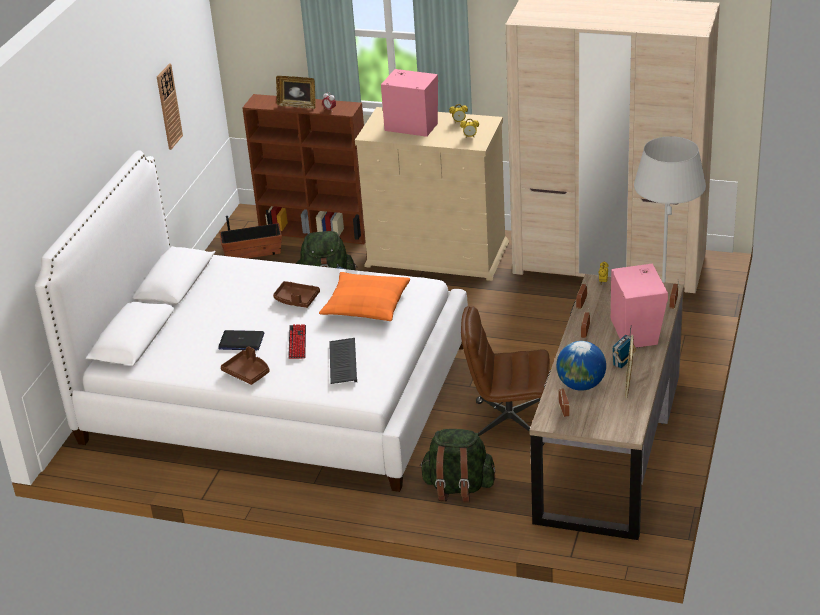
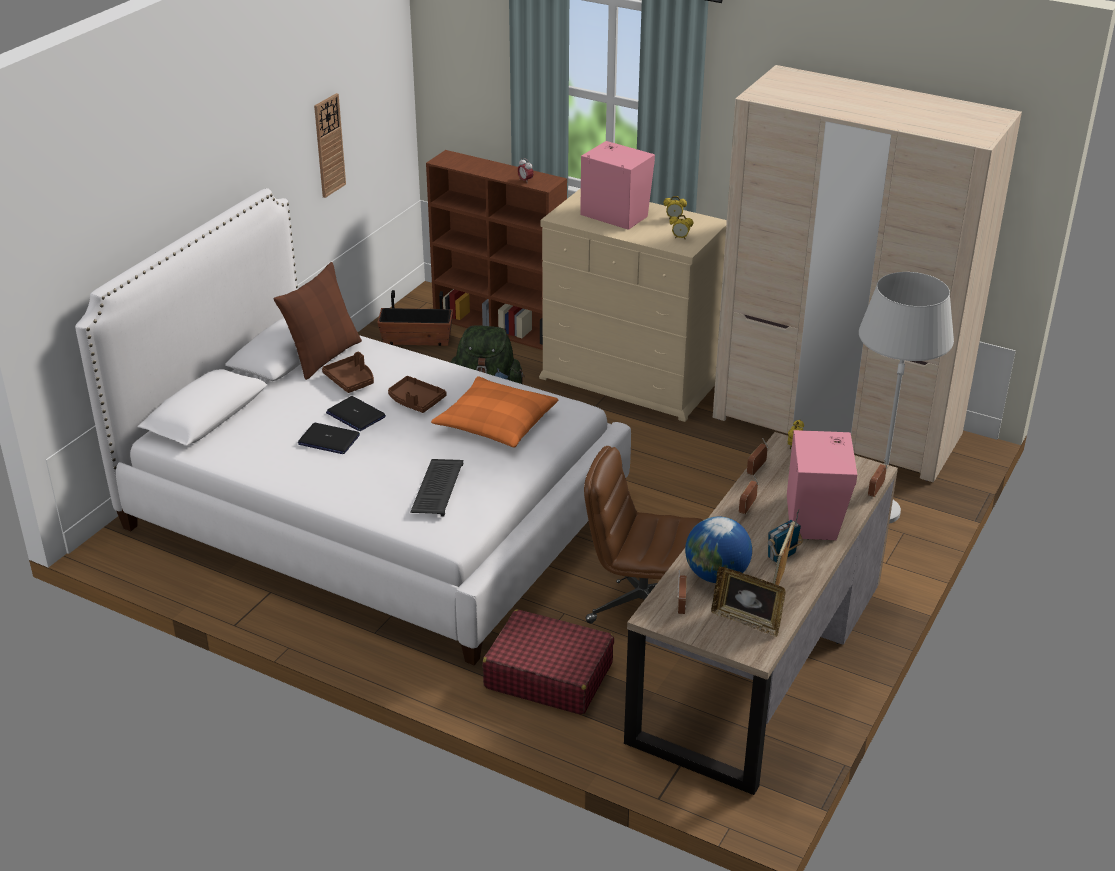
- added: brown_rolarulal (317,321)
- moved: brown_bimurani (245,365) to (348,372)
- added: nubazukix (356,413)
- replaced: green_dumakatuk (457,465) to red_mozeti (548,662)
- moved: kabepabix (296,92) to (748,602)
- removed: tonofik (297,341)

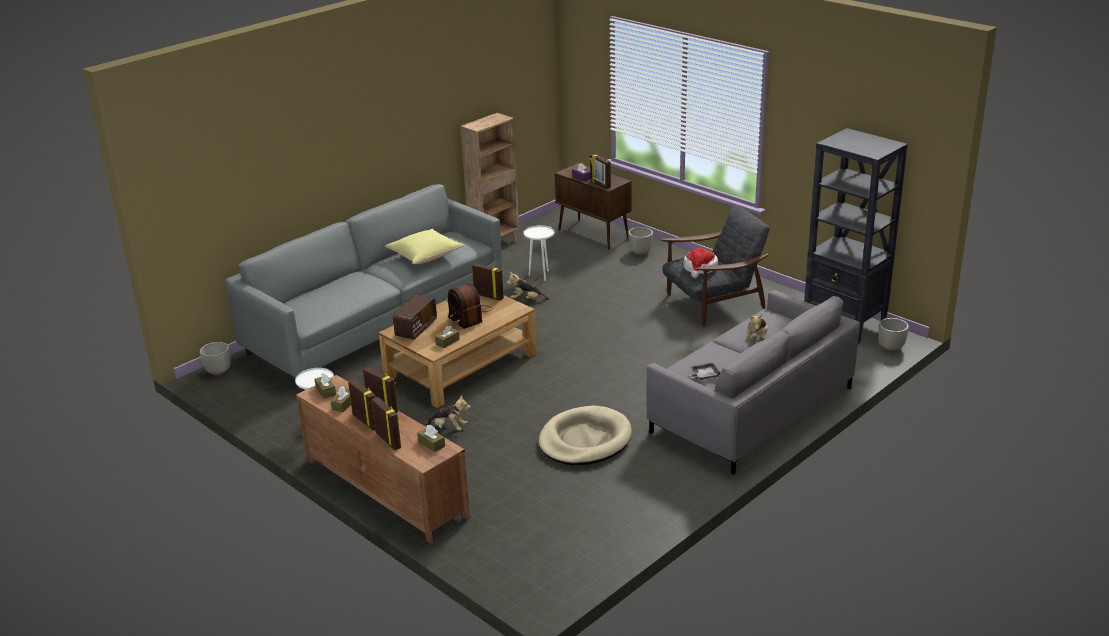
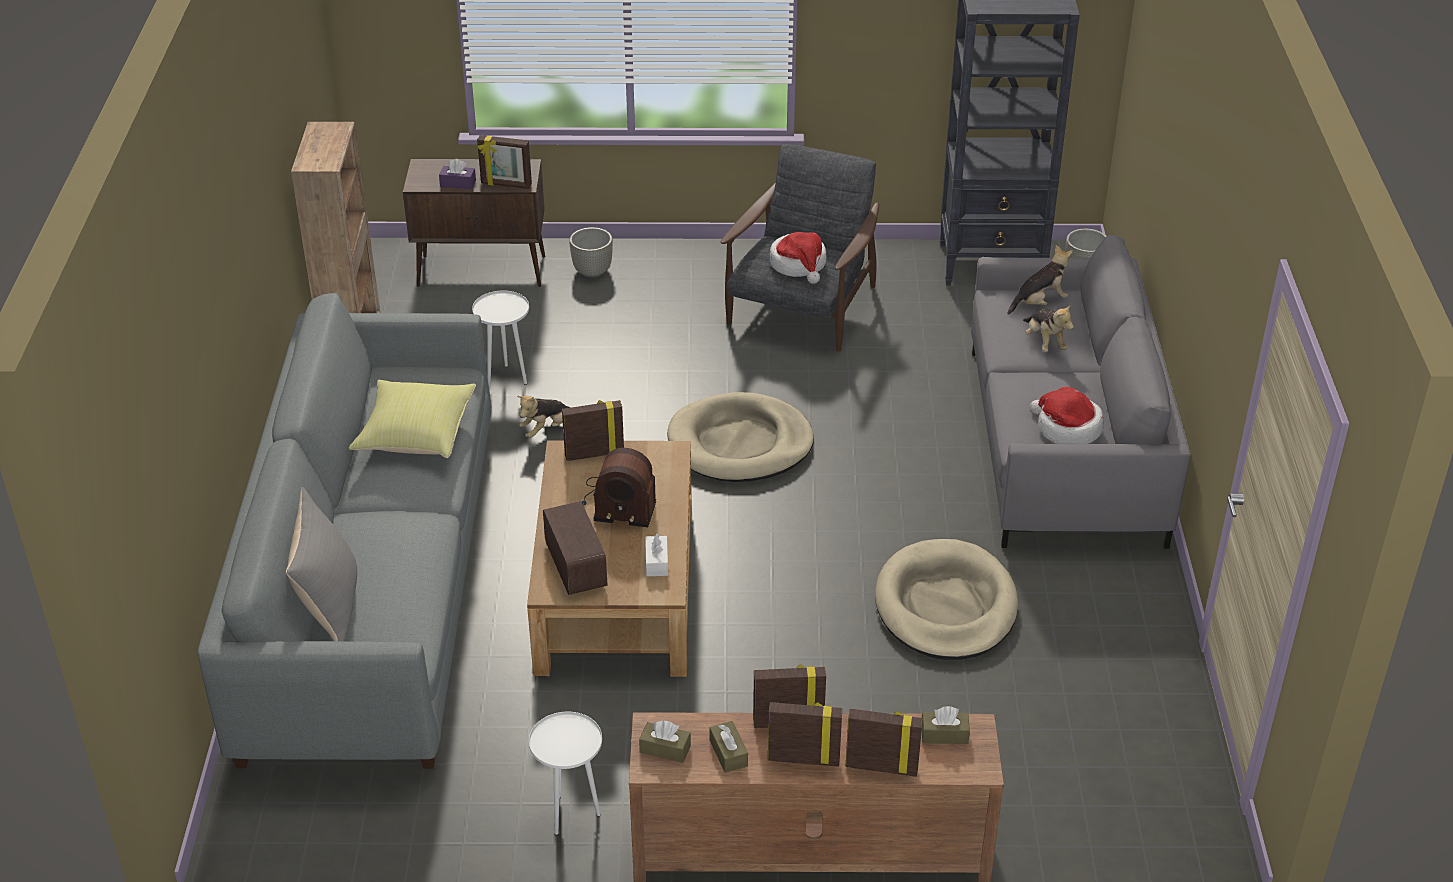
- added: grey_rolarulal (321,564)
- recoloured: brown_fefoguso (447,336) to white_fefoguso (656,555)
- added: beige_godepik (740,437)
- moved: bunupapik (447,413) to (1040,280)
- replaced: grey_bimurani (704,371) to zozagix (1067,415)
- removed: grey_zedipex (215,359)

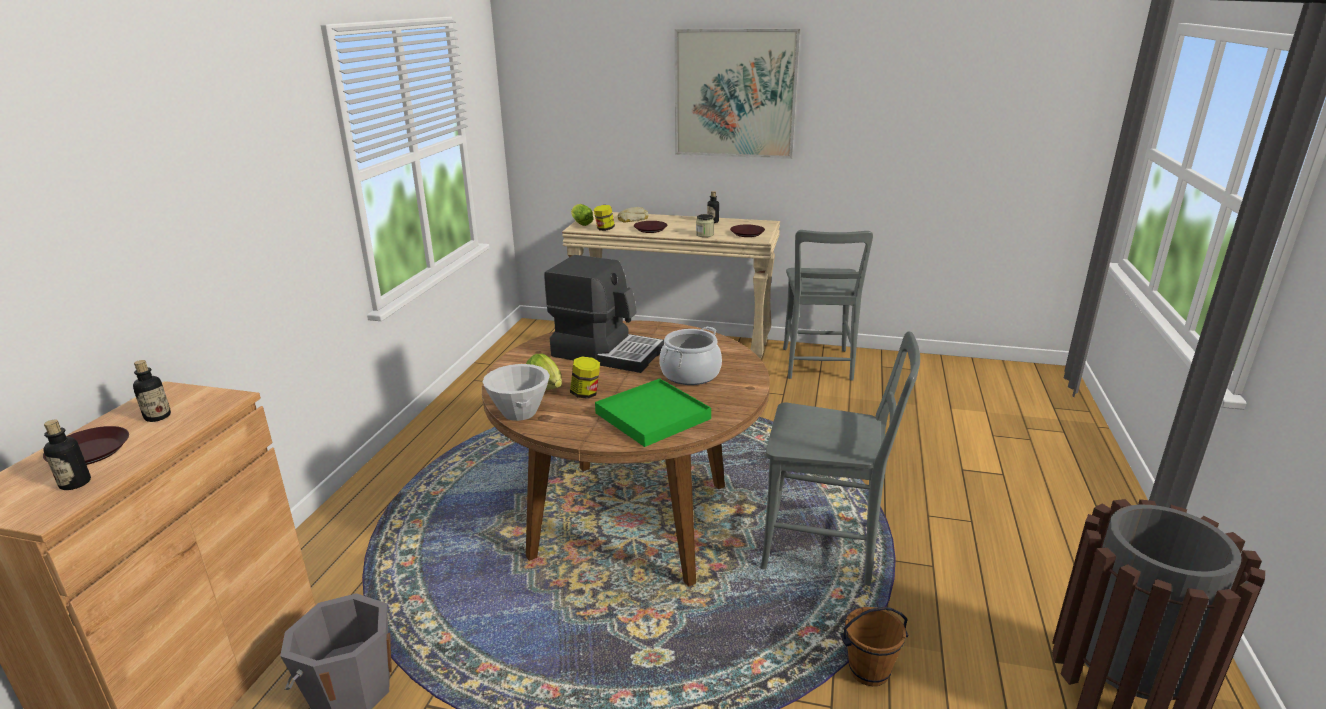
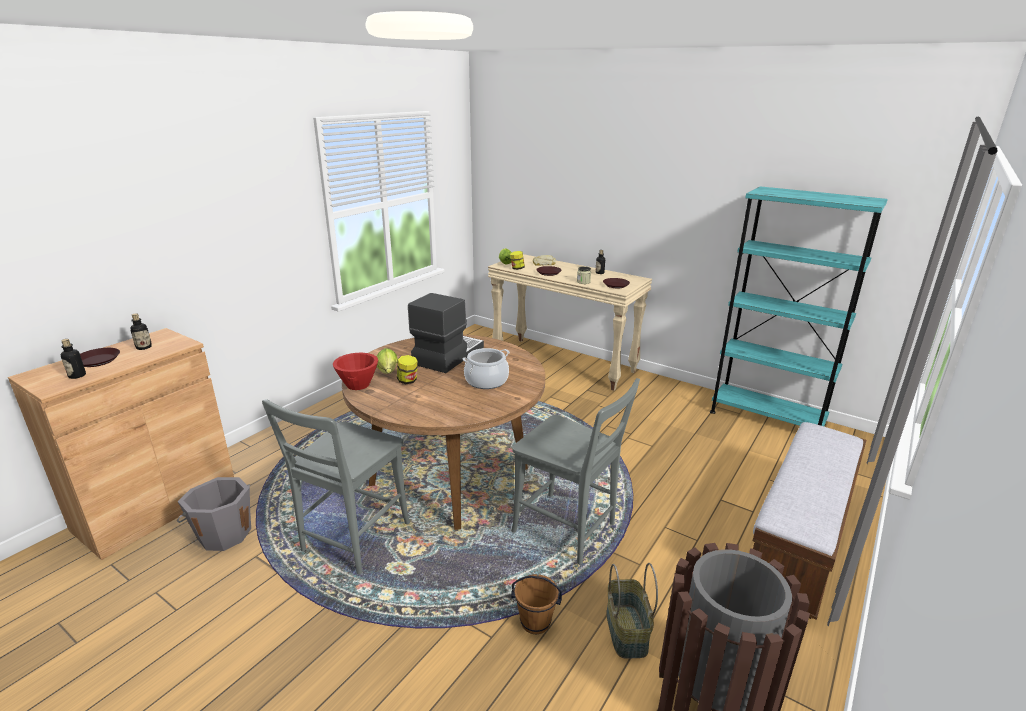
- moved: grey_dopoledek (828,305) to (336,486)
- recoloured: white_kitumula (516,392) to red_kitumula (355,371)
- turned: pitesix (604,314) = (446,333) 105 degrees counterclockwise
- added: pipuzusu (632,611)
- added: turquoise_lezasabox (799,306)
- added: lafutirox (809,521)
- removed: green_bimurani (653,413)
- removed: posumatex (737,94)

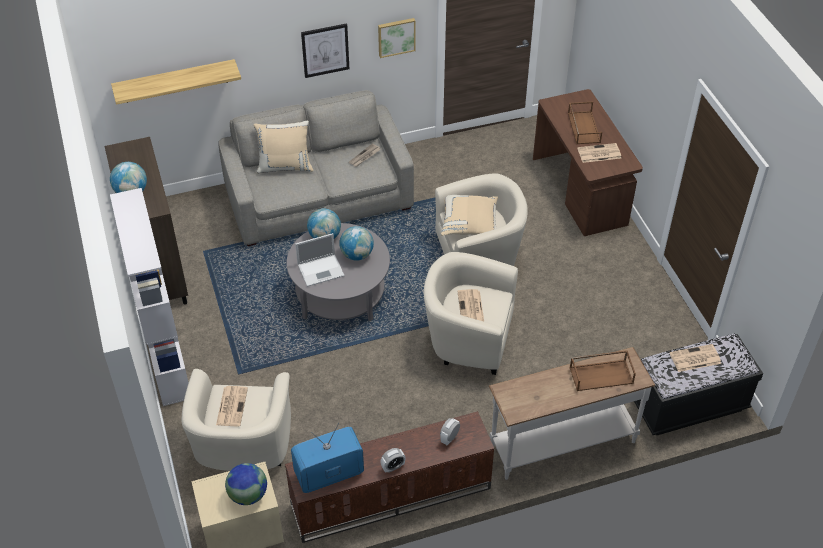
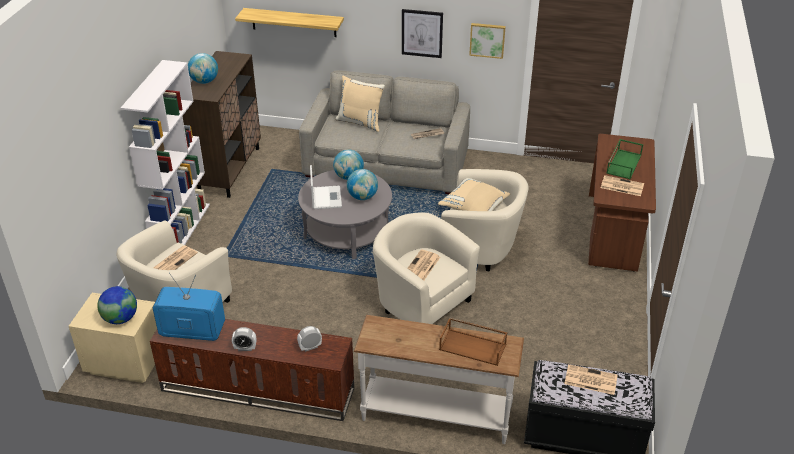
- turned: nubazukix (320,260) = (326,187) 105 degrees counterclockwise
- recoloured: brown_bimurani (585,123) to green_bimurani (624,159)

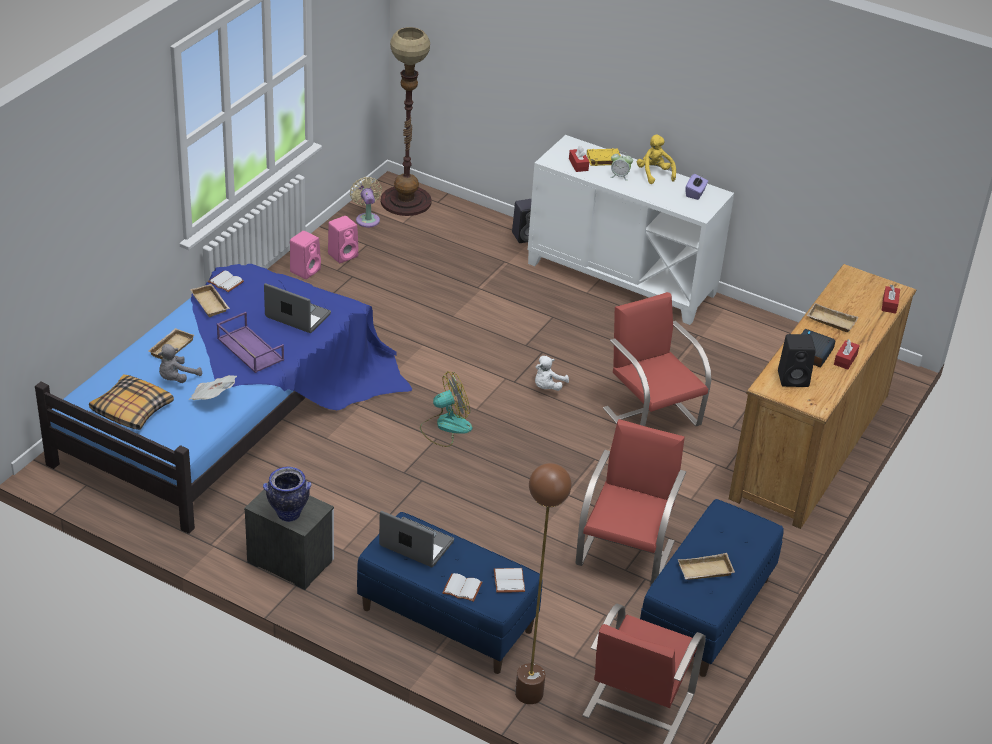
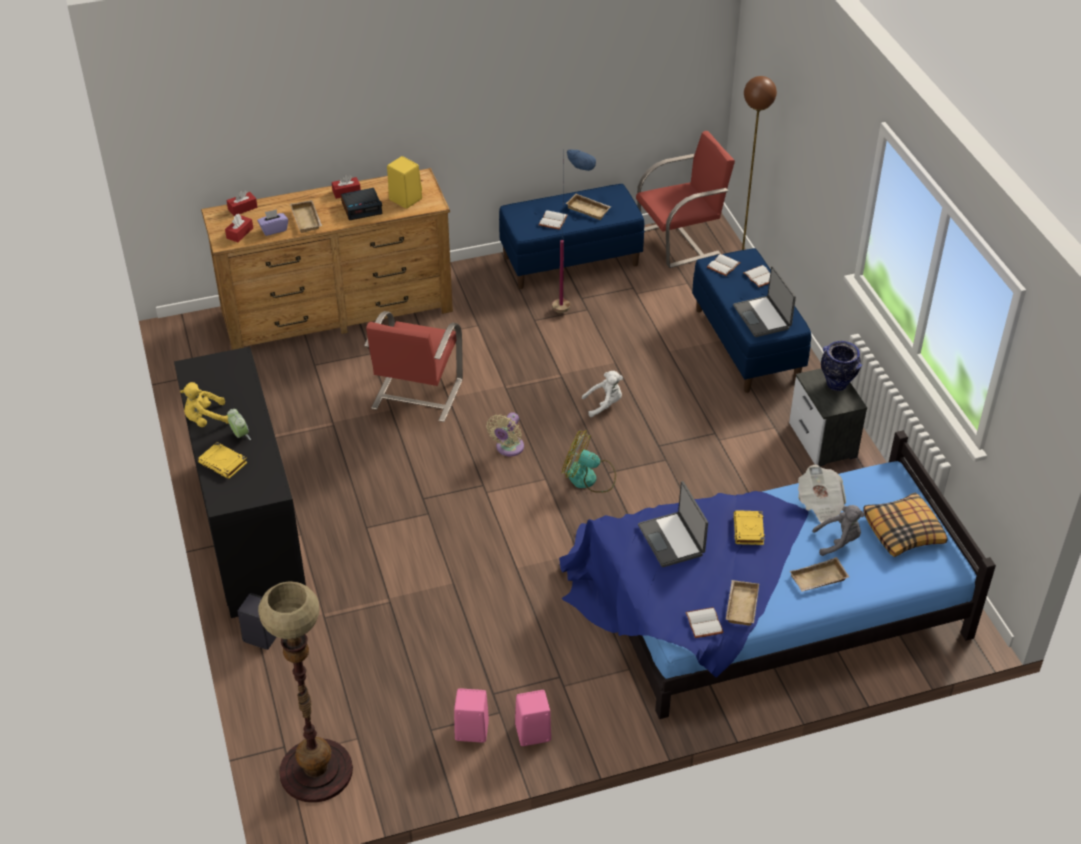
- recoloured: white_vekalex (631,230) to black_vekalex (240,482)
- turned: yellow_bunupapik (656,159) = (204,404) 45 degrees clockwise
- moved: red_fefoguso (579,159) to (239,228)
- moved: purple_fefoguso (697,187) to (272,222)
- recoloured: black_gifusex (797,360) to yellow_gifusex (404,182)
- moved: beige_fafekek (366,202) to (505,434)
- added: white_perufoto (553,220)
- replaced: red_dopoledek (631,502) to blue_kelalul (574,231)
- moved: white_bunupapik (552,373) to (602,394)
- replaced: purple_bimurani (250,342) to yellow_perufoto (749,527)

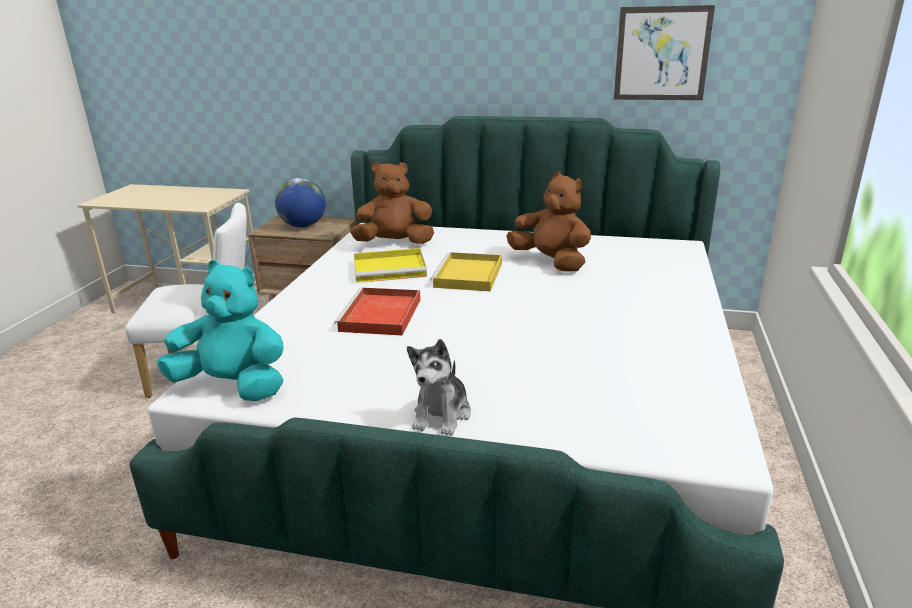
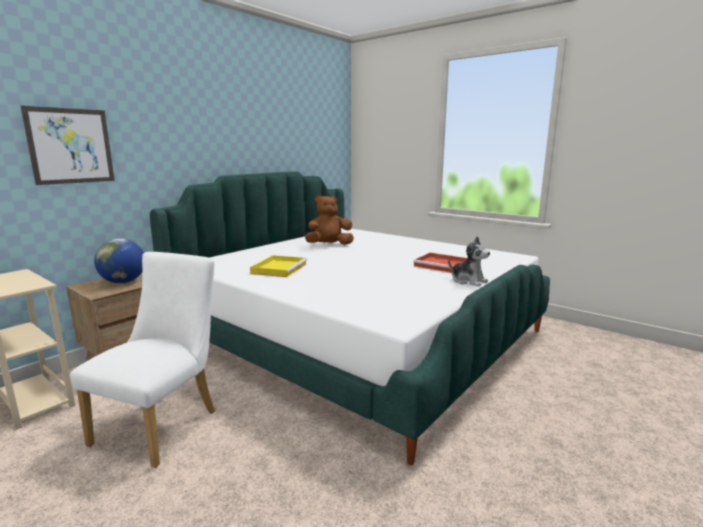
- moved: posumatex (664,52) to (68,145)
- moved: red_bimurani (377,311) to (440,263)
- removed: turquoise_bunupapik (220,330)
- removed: brown_bunupapik (392,203)
- removed: yellow_bimurani (466,272)

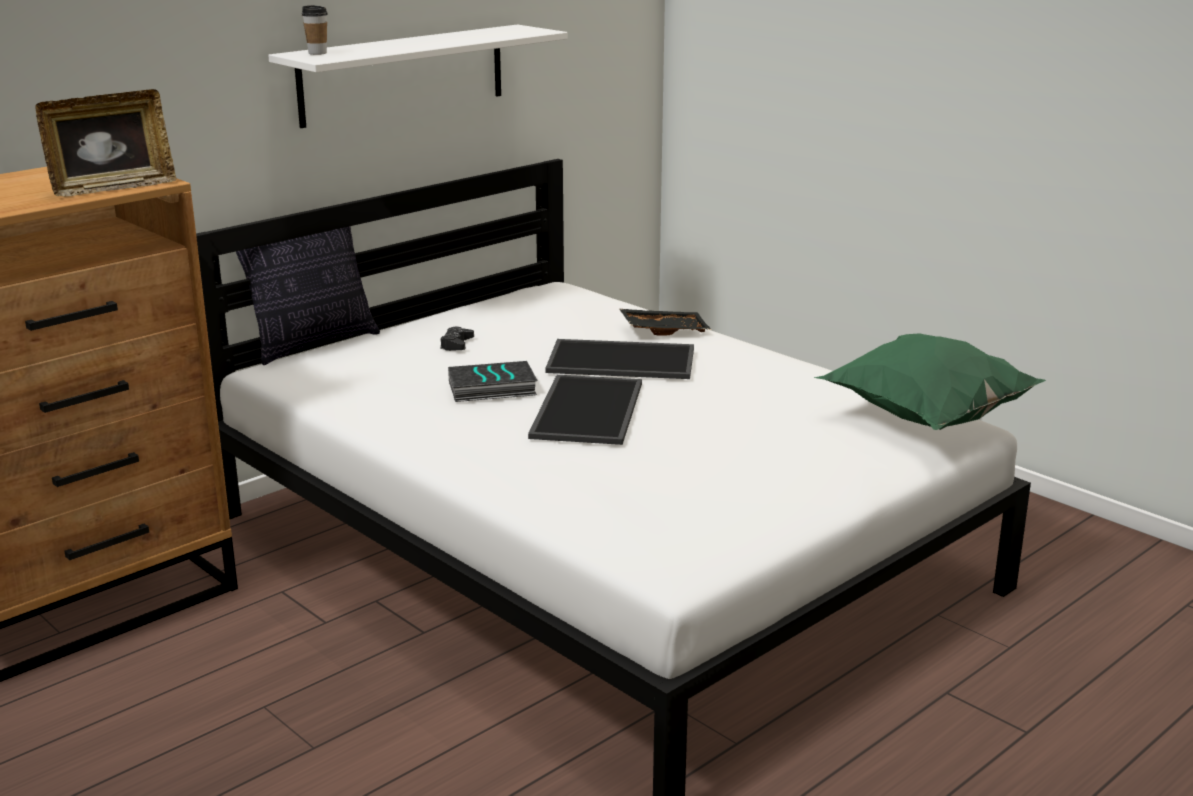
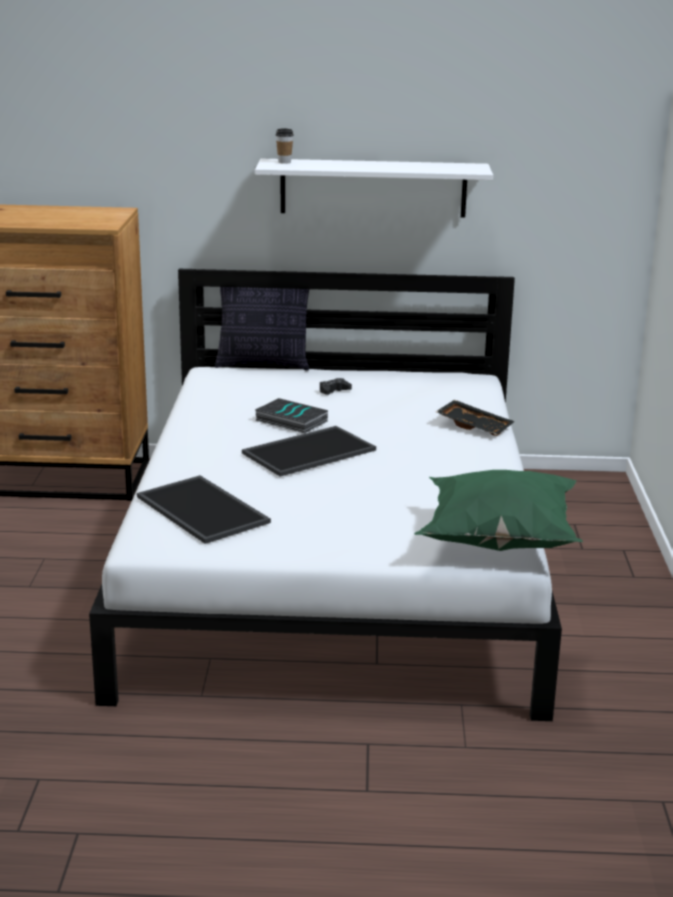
- moved: bimurani (619,359) to (204,509)
- removed: kabepabix (106,143)

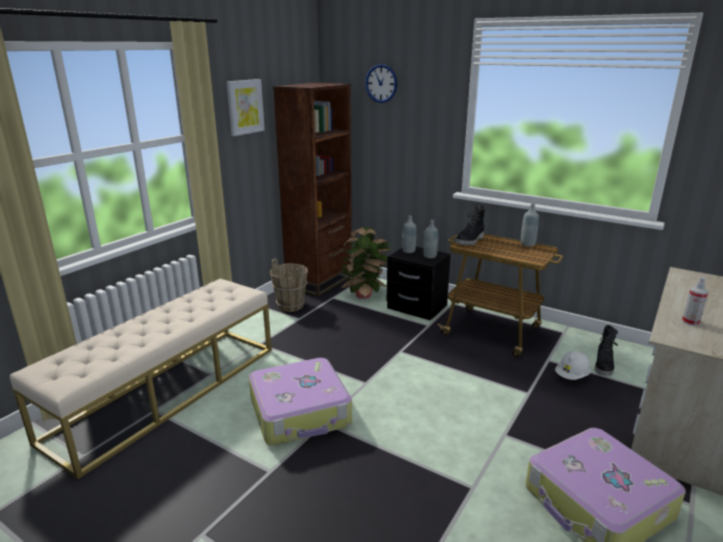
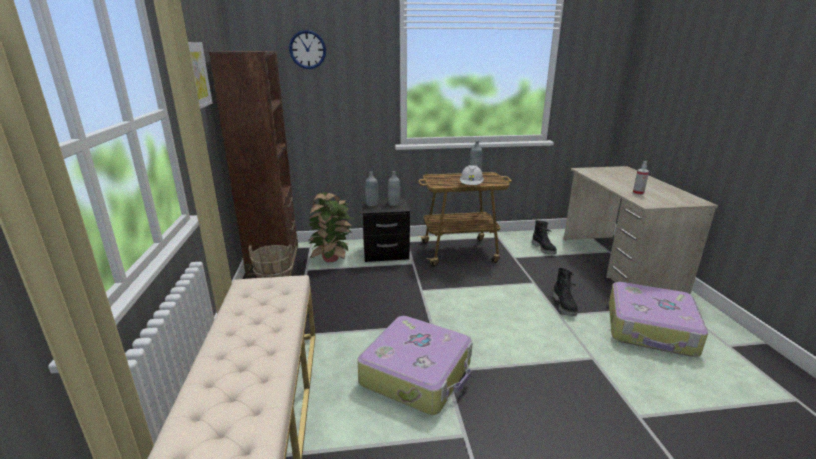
- moved: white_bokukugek (573,365) to (472,175)
- moved: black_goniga (470,225) to (565,292)

